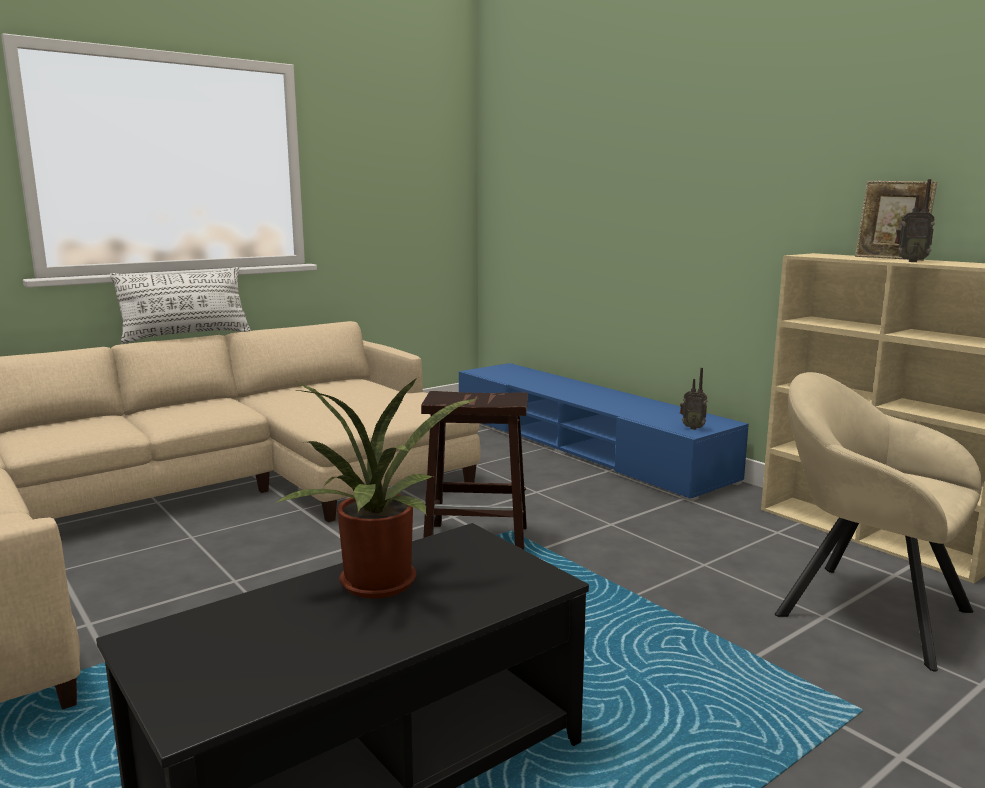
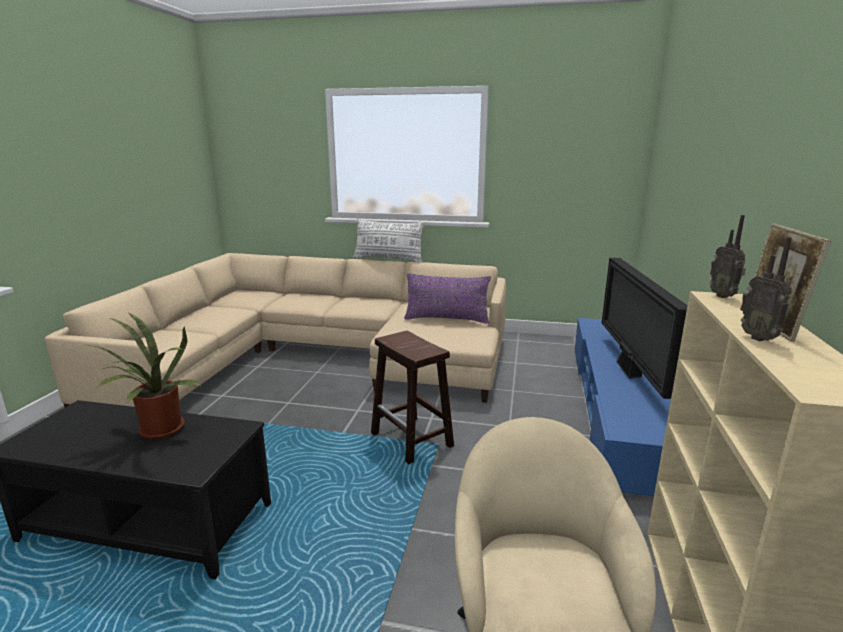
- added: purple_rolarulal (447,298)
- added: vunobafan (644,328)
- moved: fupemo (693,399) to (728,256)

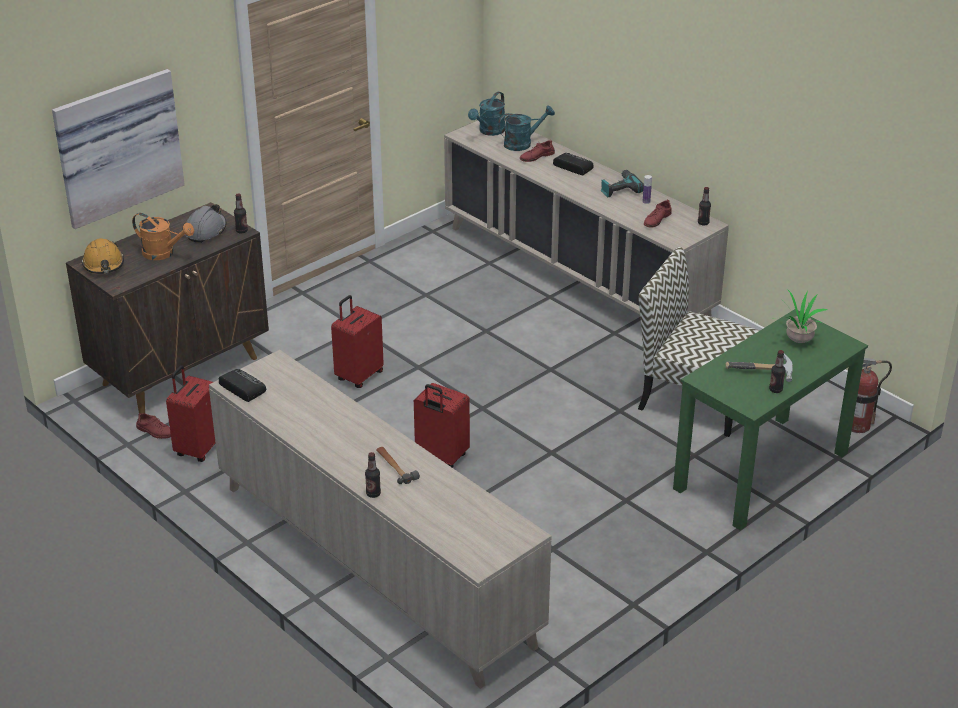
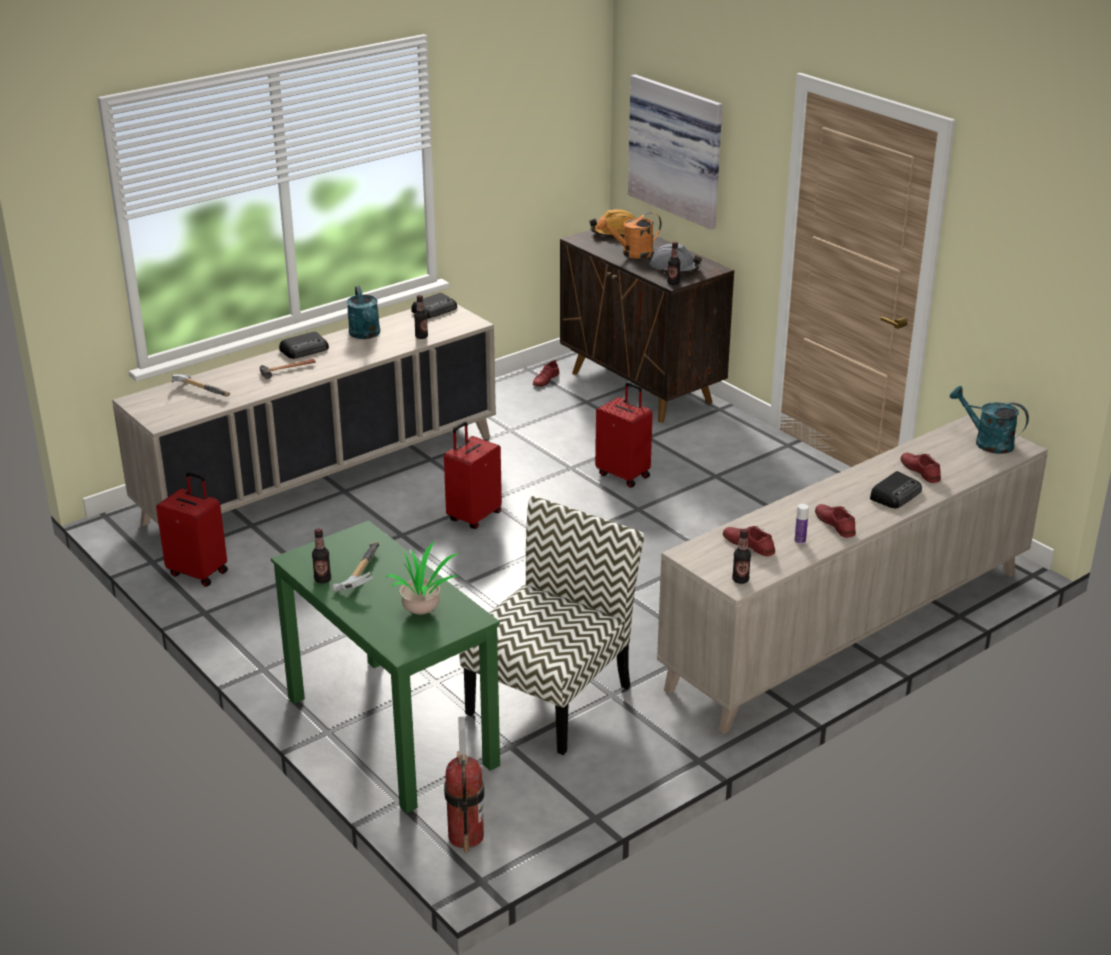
- moved: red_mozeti (191,413) to (192,529)
- added: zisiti (201,385)
- added: fupemo (304,345)
- moved: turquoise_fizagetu (526,128) to (363,312)
- moved: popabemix (373,475) to (421,317)
- turned: orange_fizagetu (163,236) = (629,235) 45 degrees clockwise
- replaced: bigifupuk (622,183) to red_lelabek (835,521)

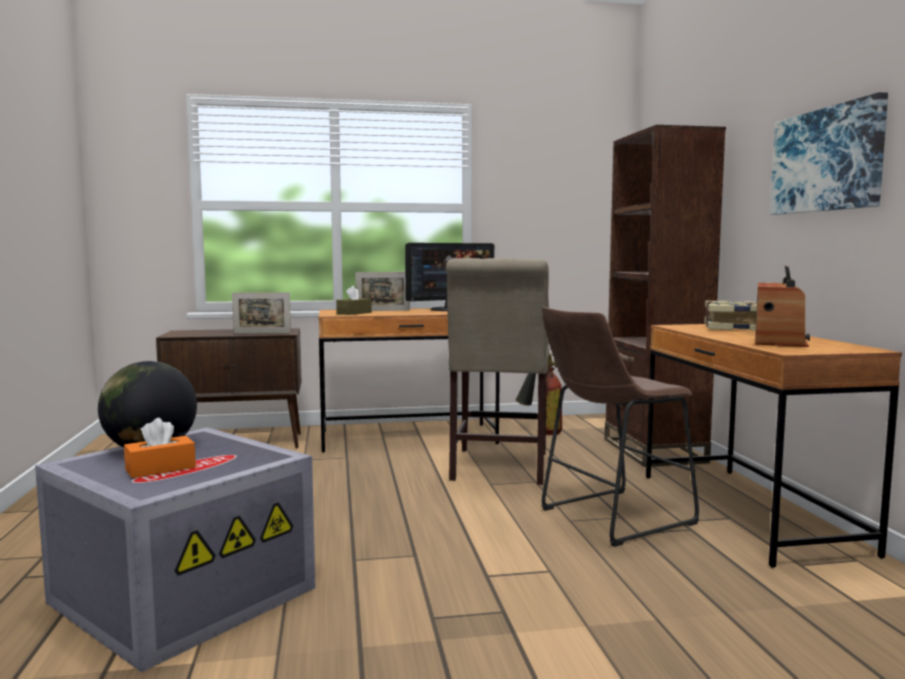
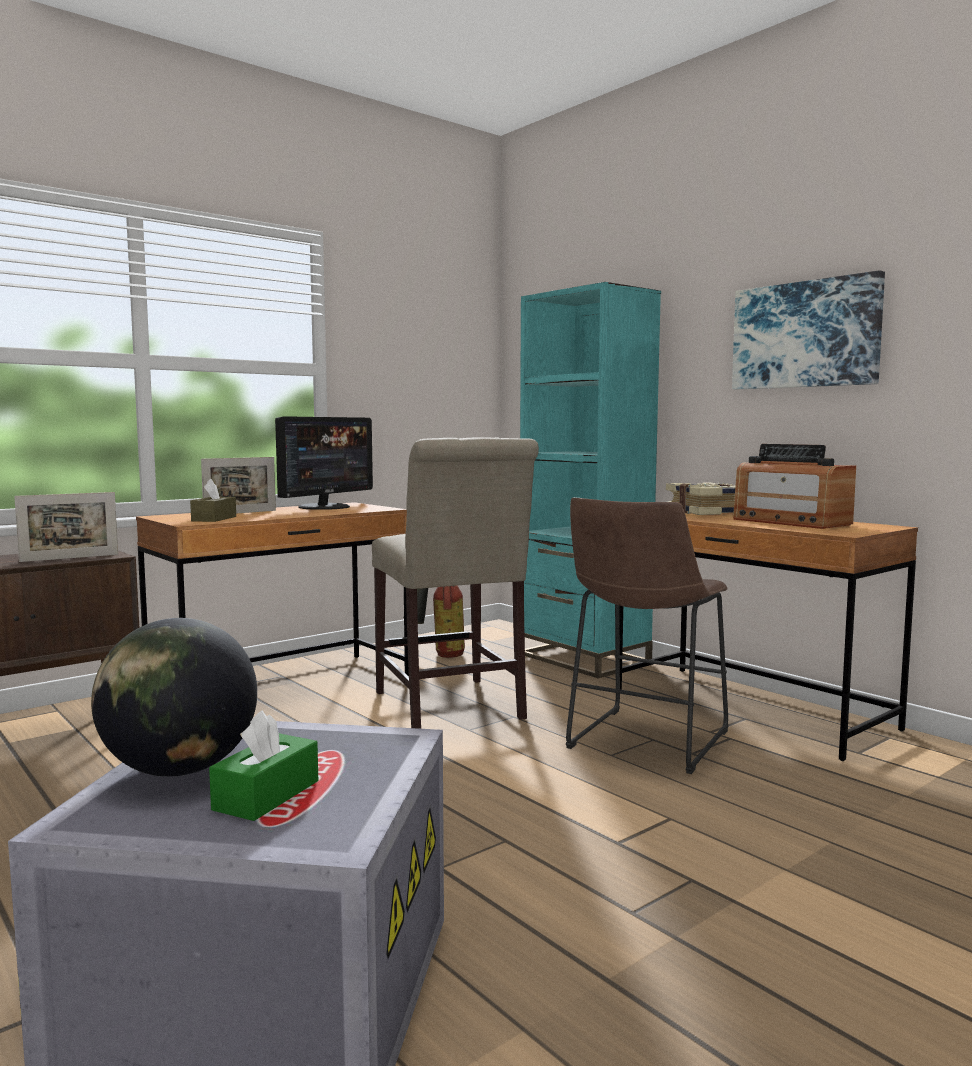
- recoloured: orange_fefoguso (160,448) to green_fefoguso (263,765)
- recoloured: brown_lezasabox (665,296) to turquoise_lezasabox (590,480)
- turned: fupemo (782,306) = (794,486) 150 degrees clockwise

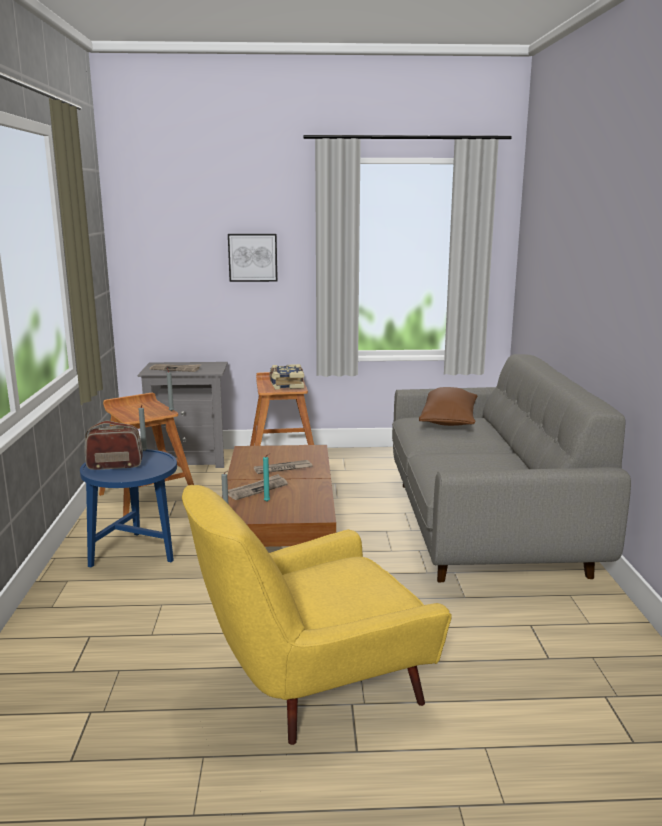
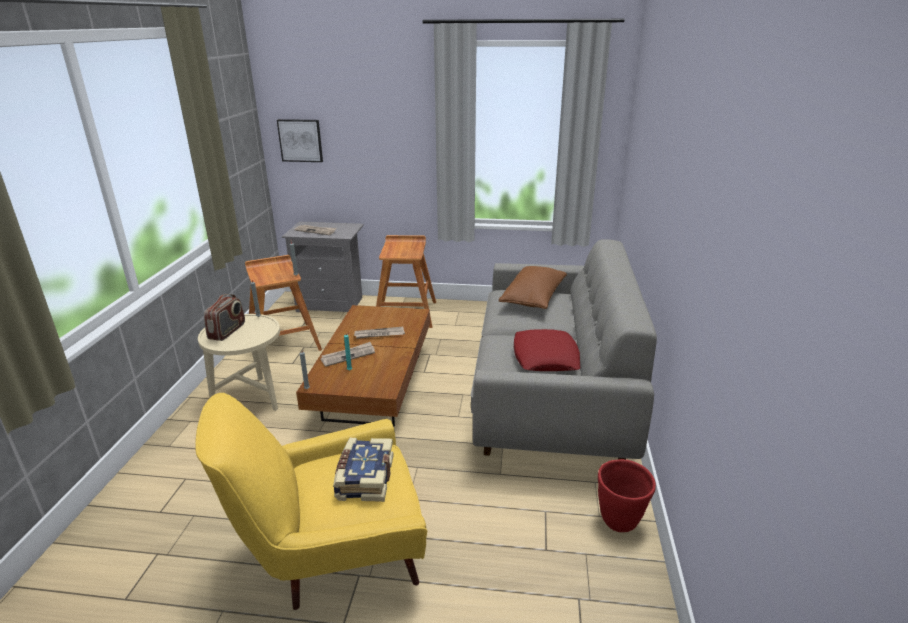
- recoloured: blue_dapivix (128,508) to beige_dapivix (239,362)
- turned: fupemo (114,445) = (224,317) 105 degrees clockwise
- moved: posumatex (253,258) to (300,140)
- moved: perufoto (287,377) to (363,470)
- added: red_rolarulal (547,350)
- added: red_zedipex (627,495)

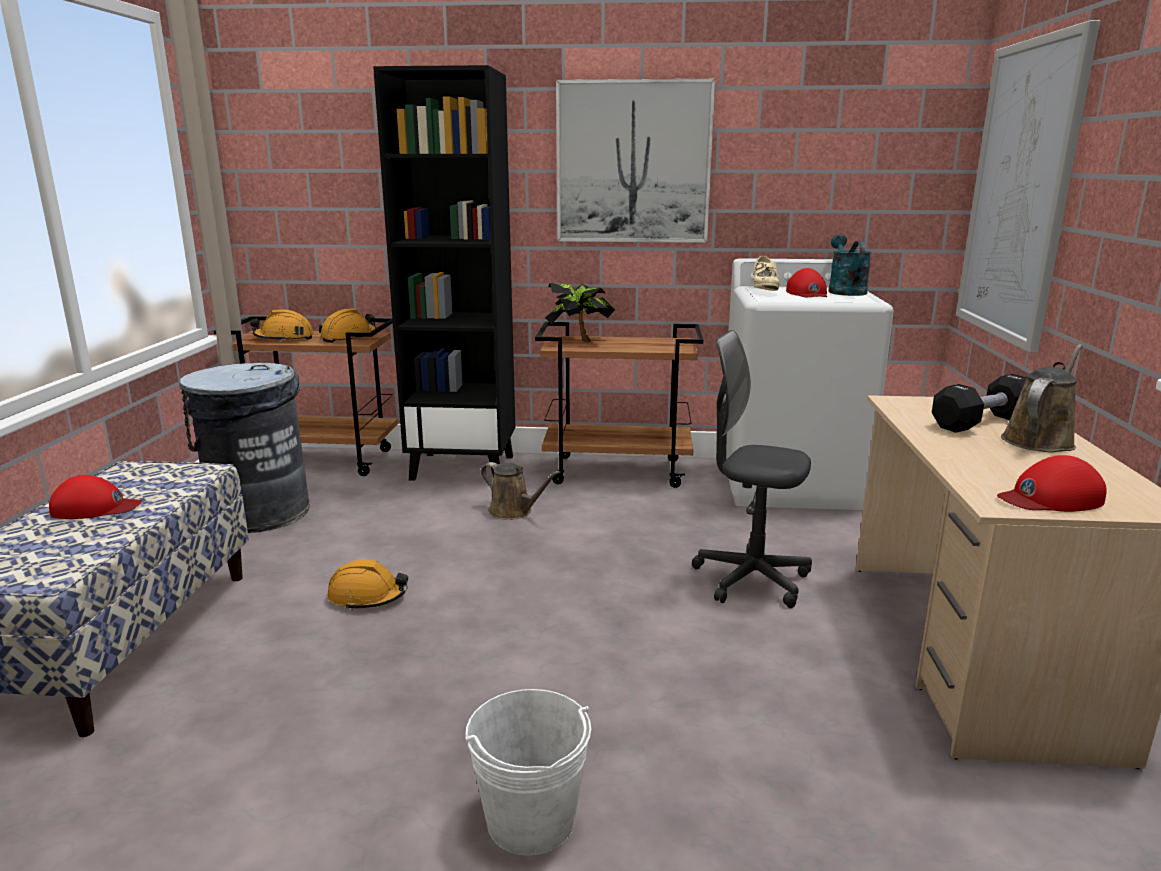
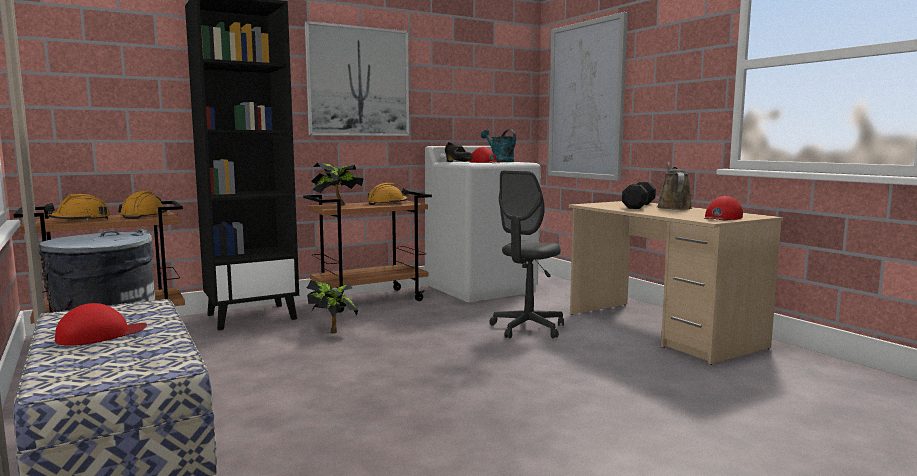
- replaced: brown_fizagetu (521,491) to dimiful (332,307)
- moved: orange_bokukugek (367,585) to (388,194)
- recoloured: beige_lelabek (766,273) to black_lelabek (458,152)
- turned: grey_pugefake (752,469) = (527,255) 45 degrees counterclockwise
- removed: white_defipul (528,772)

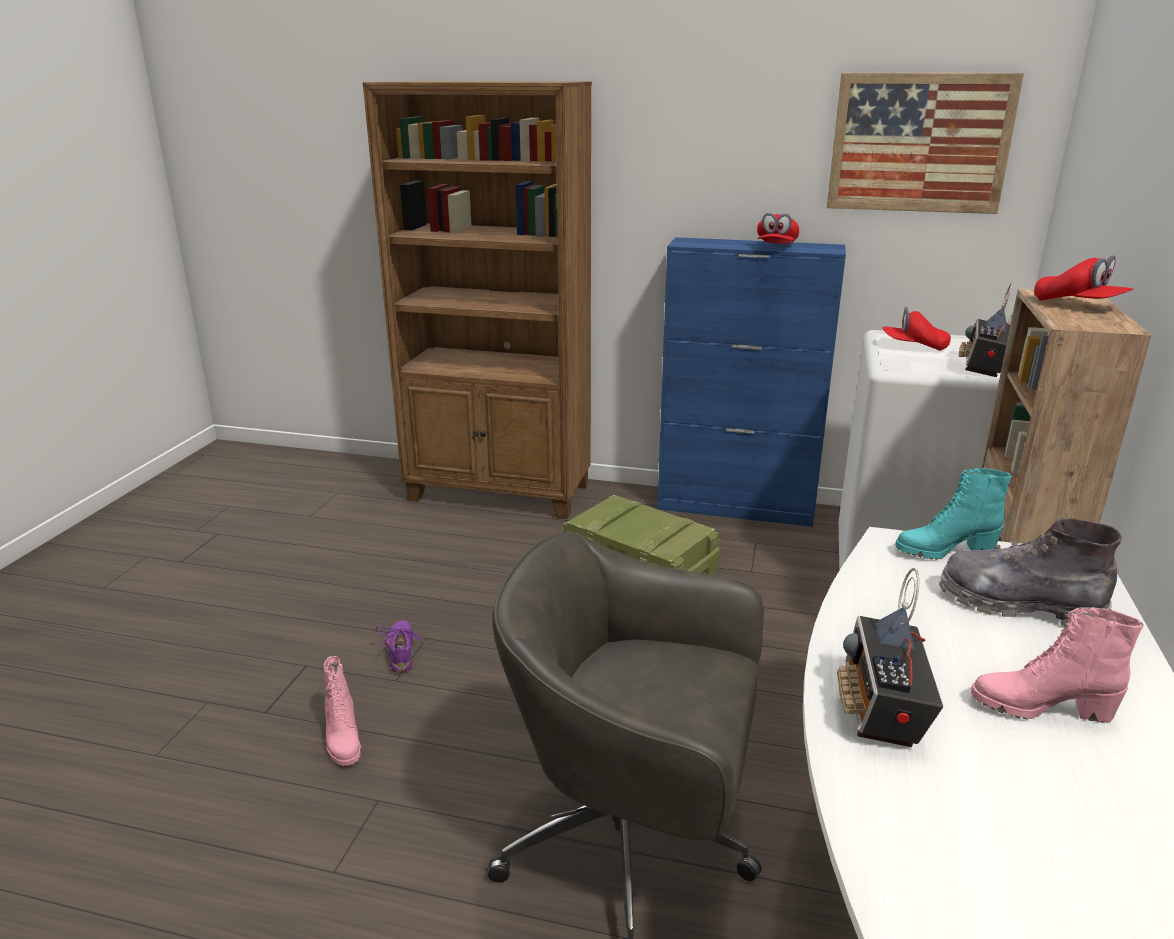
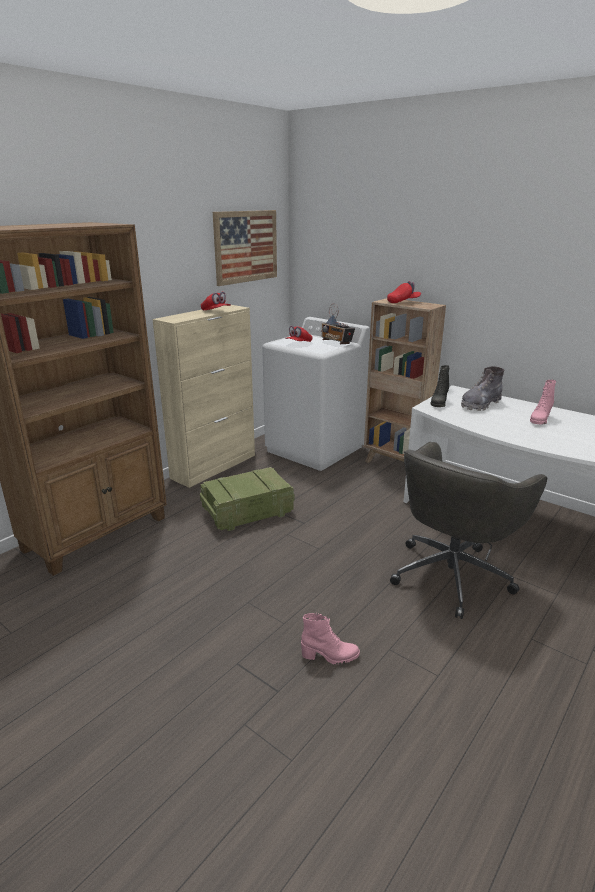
- recoloured: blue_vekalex (751,382) to beige_vekalex (203,396)
- recoloured: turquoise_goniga (953,514) to black_goniga (440,386)
- removed: purple_lelabek (401,646)
- removed: fupemo (890,657)

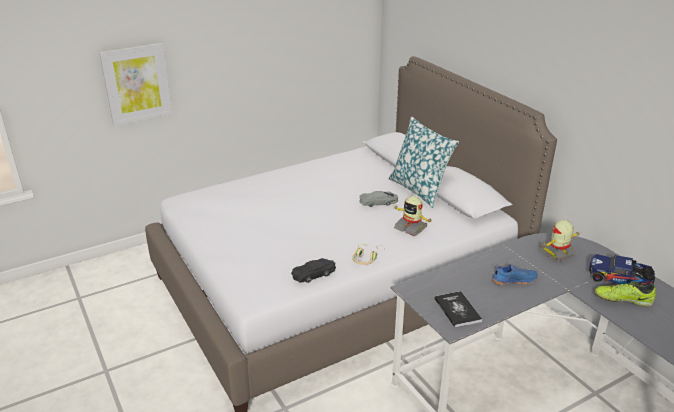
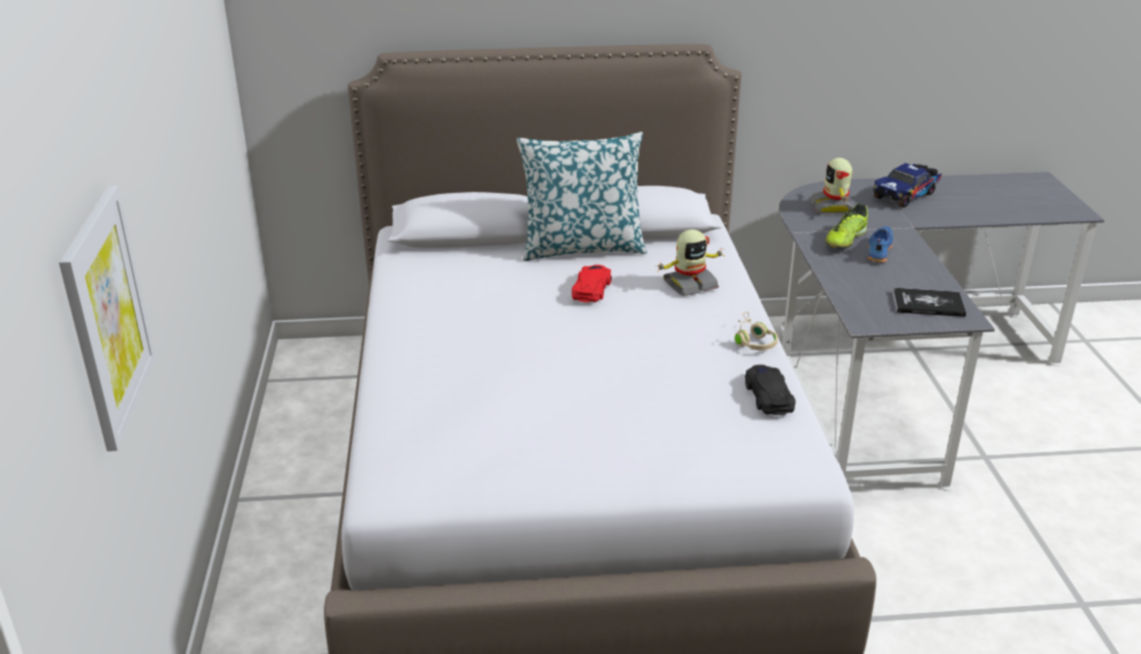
- recoloured: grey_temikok (378,199) to red_temikok (592,283)
- moved: lelabek (625,294) to (847,226)

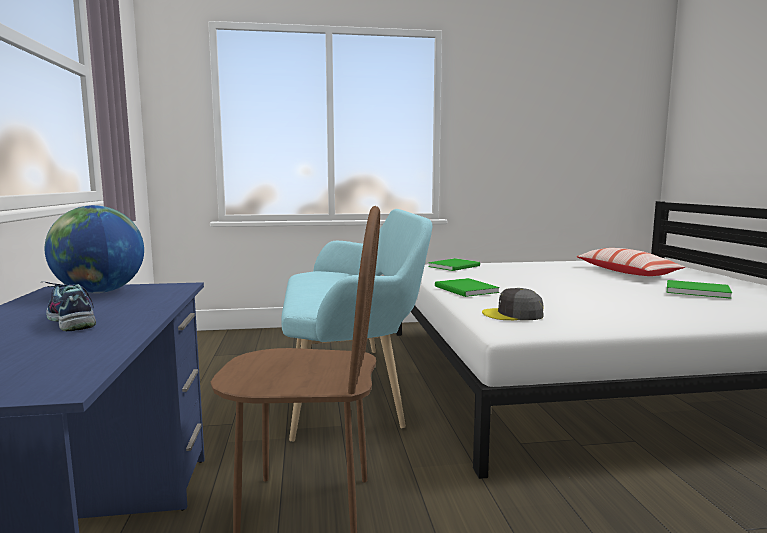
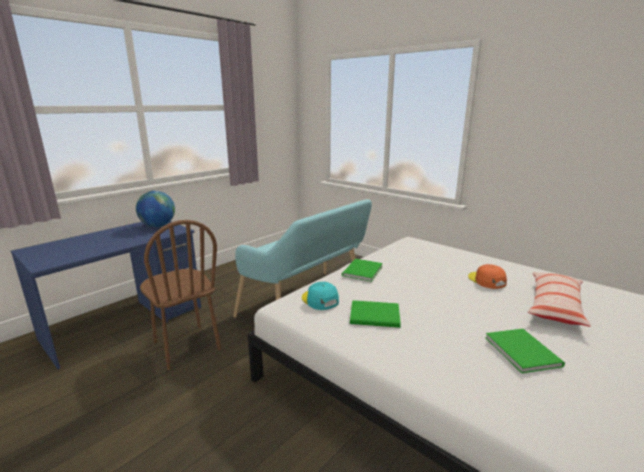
- recoloured: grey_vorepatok (513,304) to turquoise_vorepatok (320,296)
- moved: green_perufoto (454,264) to (375,314)
- added: orange_vorepatok (487,276)
- removed: lelabek (70,306)

